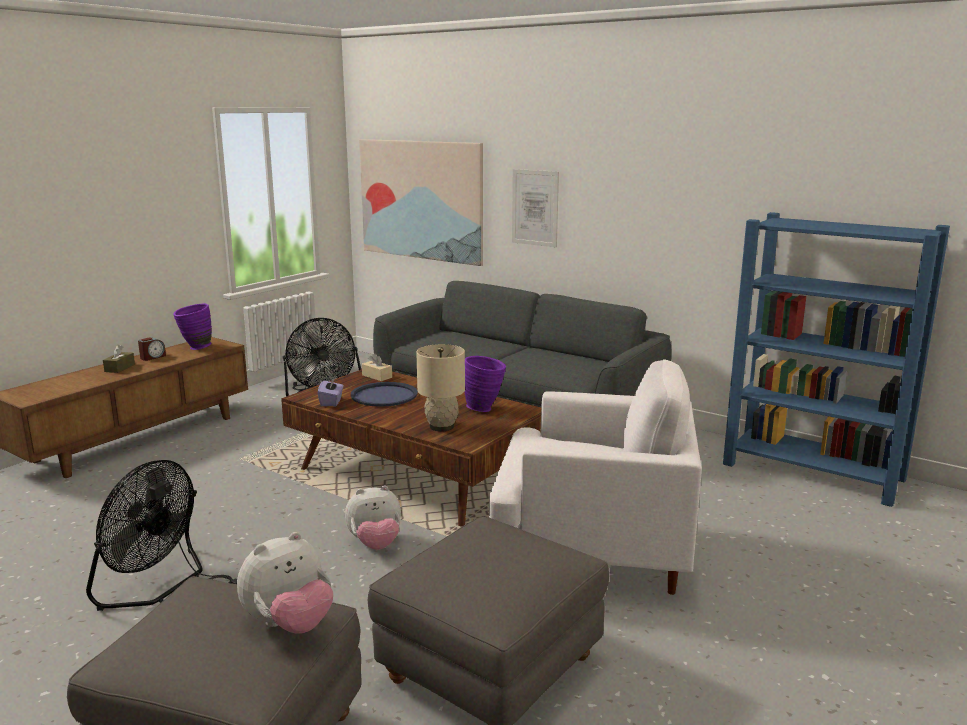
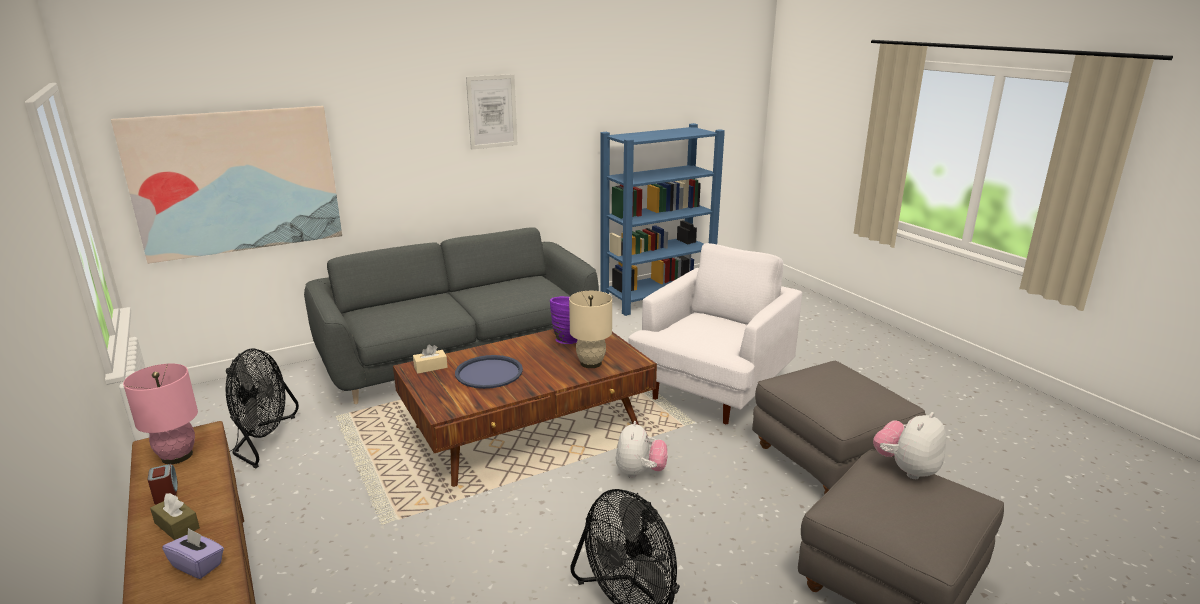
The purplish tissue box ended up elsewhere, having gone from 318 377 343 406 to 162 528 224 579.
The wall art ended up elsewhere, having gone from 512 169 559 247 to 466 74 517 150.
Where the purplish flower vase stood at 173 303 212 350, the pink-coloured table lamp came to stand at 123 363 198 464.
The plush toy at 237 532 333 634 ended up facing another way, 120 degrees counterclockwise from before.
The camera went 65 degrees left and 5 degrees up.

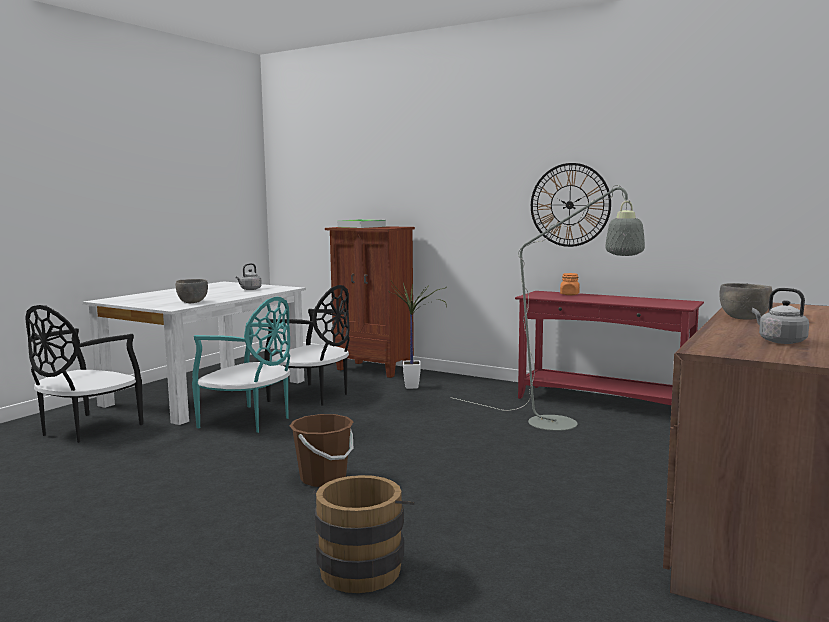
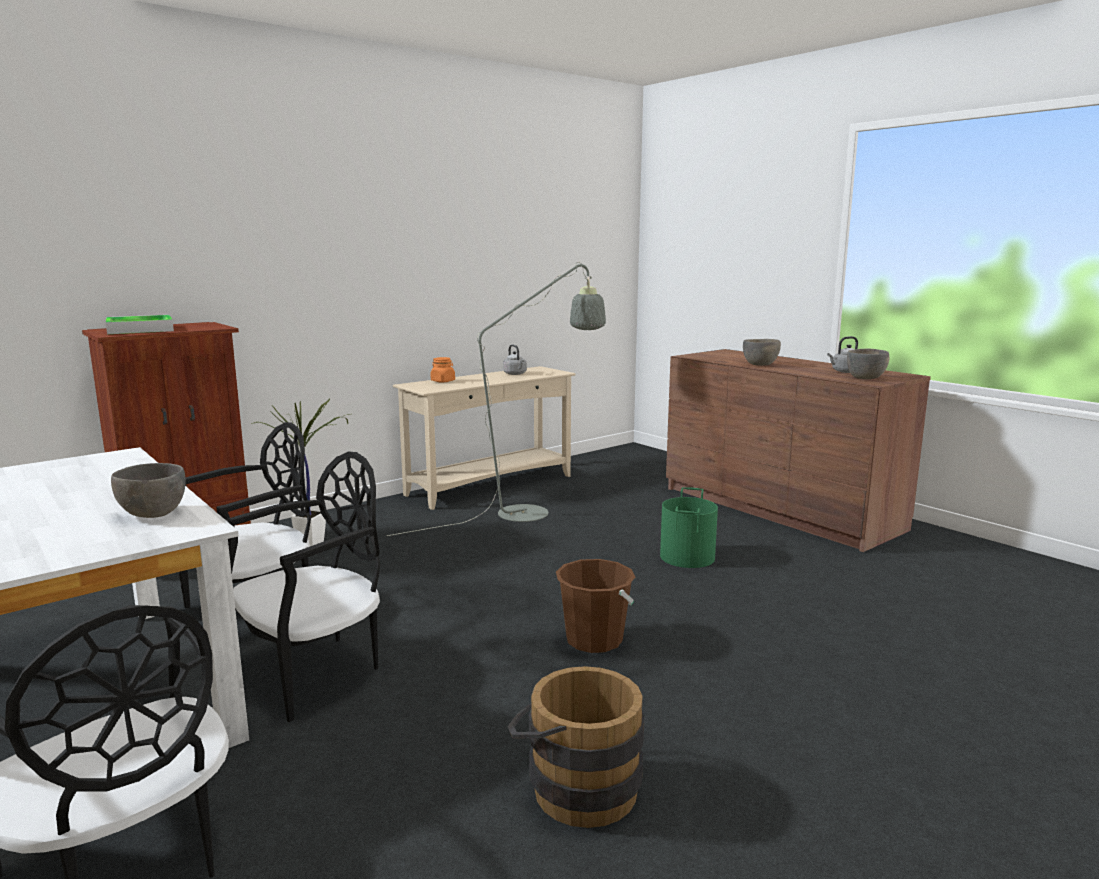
The second view lost the wall clock at 531 163 611 247.
The second view gained the greenish pail at 660 487 718 568.
The second view gained the grey deep dish at 847 349 889 379.
The grey kettle ended up elsewhere, having gone from 236 263 262 290 to 503 345 527 375.
The brown pail ended up elsewhere, having gone from 313 475 415 593 to 508 666 644 828.
What was the turquoise plain chair at 192 297 290 433 turned into the blackish plain chair at 225 451 381 722.
What was the red console table at 515 291 704 405 turned into the beige-coloured console table at 393 366 575 510.
The camera went 70 degrees left and 5 degrees up.

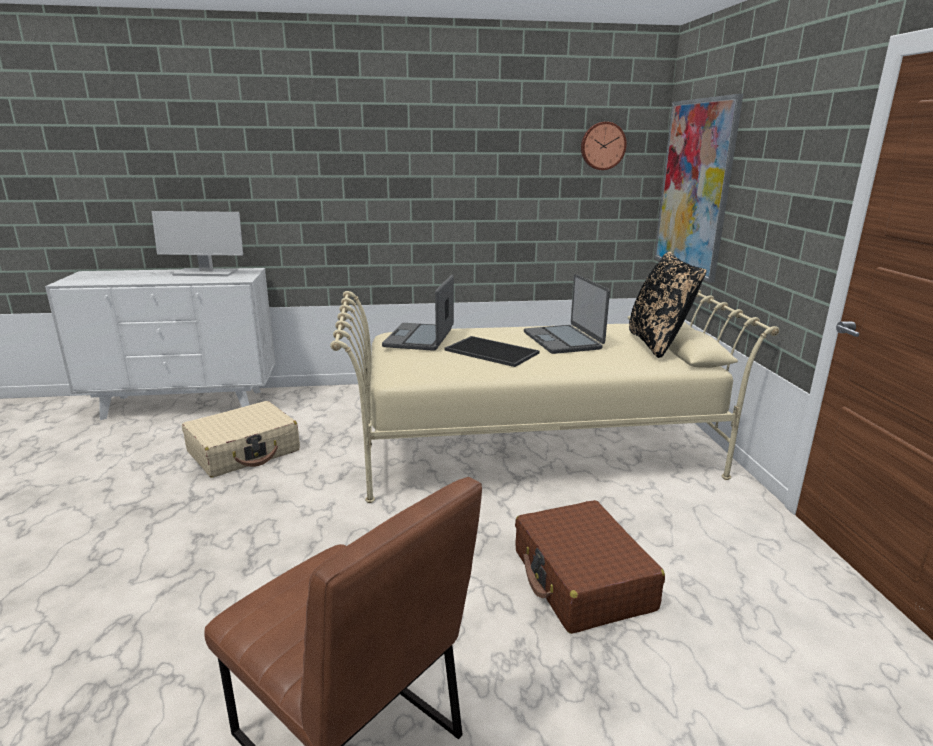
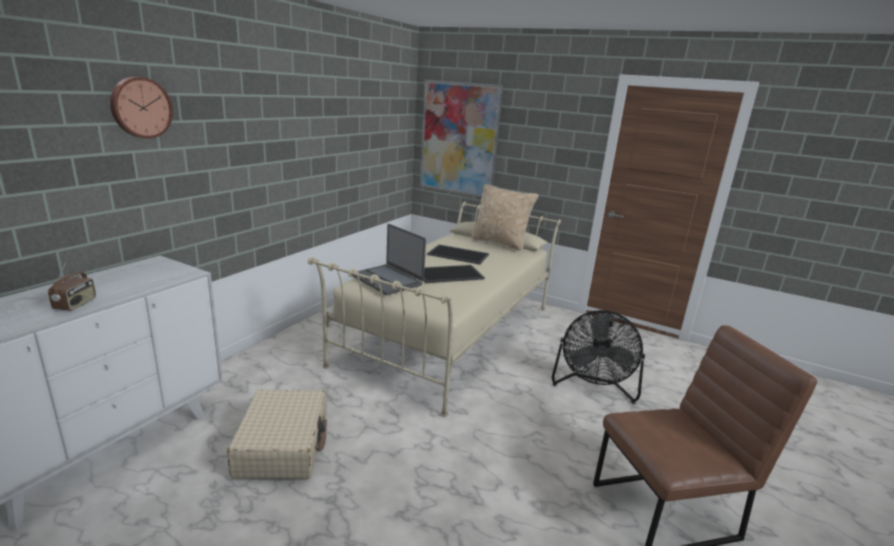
The second view lost the monitor at 151 211 243 276.
The second view gained the radio at 48 261 96 311.
The wall clock ended up elsewhere, having gone from 581 122 627 170 to 110 77 173 139.
Where the brown suitcase stood at 515 500 665 634, the blackish electric fan came to stand at 552 310 645 404.
Where the laptop stood at 524 274 610 354, the tray came to stand at 427 245 489 265.
What was the blackish cushion at 629 251 707 358 turned into the beige-coloured cushion at 471 184 539 251.
The camera went 55 degrees left and 0 degrees up.

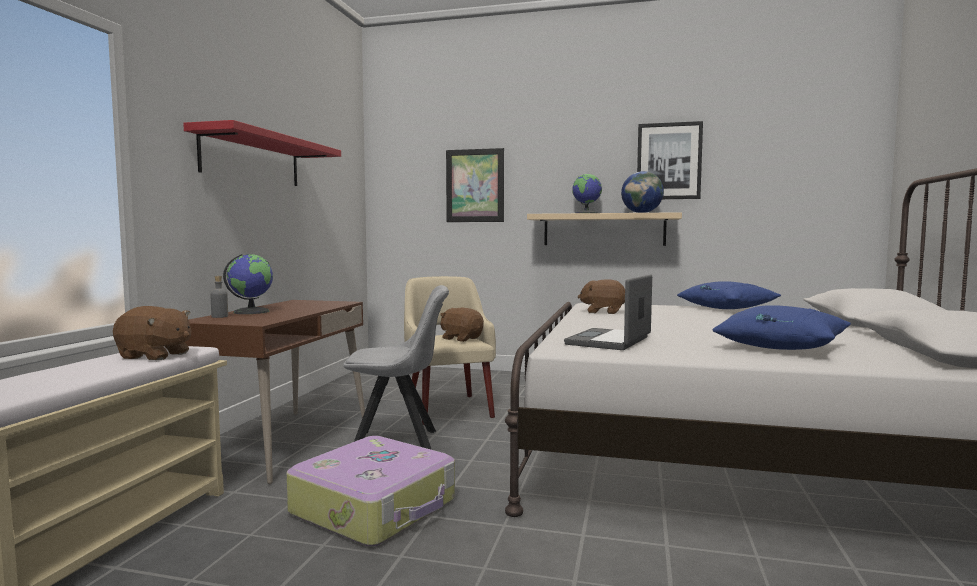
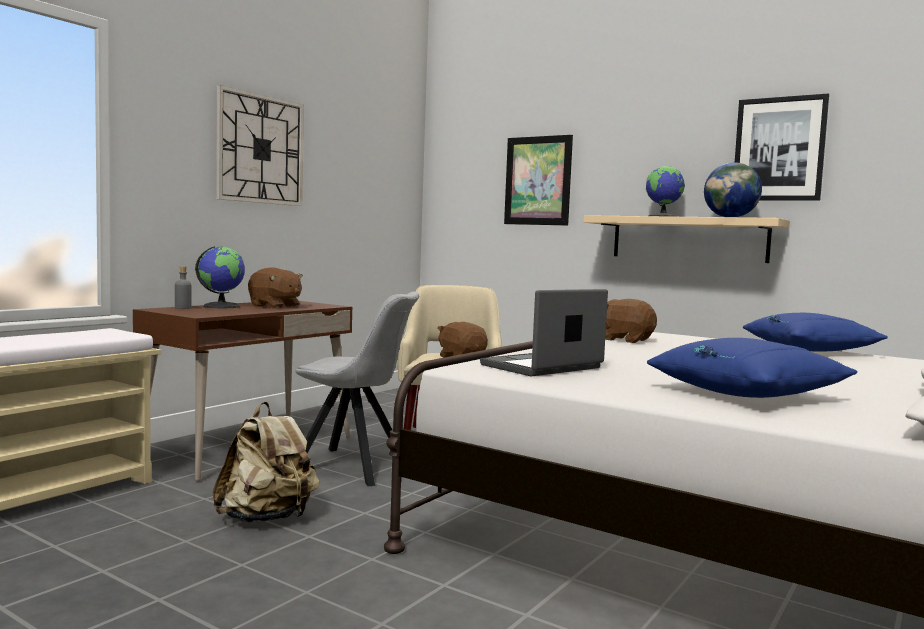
The brown plush toy ended up elsewhere, having gone from 113 306 191 360 to 248 267 303 309.
Where the red wall shelf hung at 183 120 341 186, the wall clock came to hang at 216 85 304 206.
Where the suitcase stood at 286 436 455 546, the beige-coloured backpack came to stand at 212 402 319 523.
The camera went 20 degrees right and 0 degrees up.

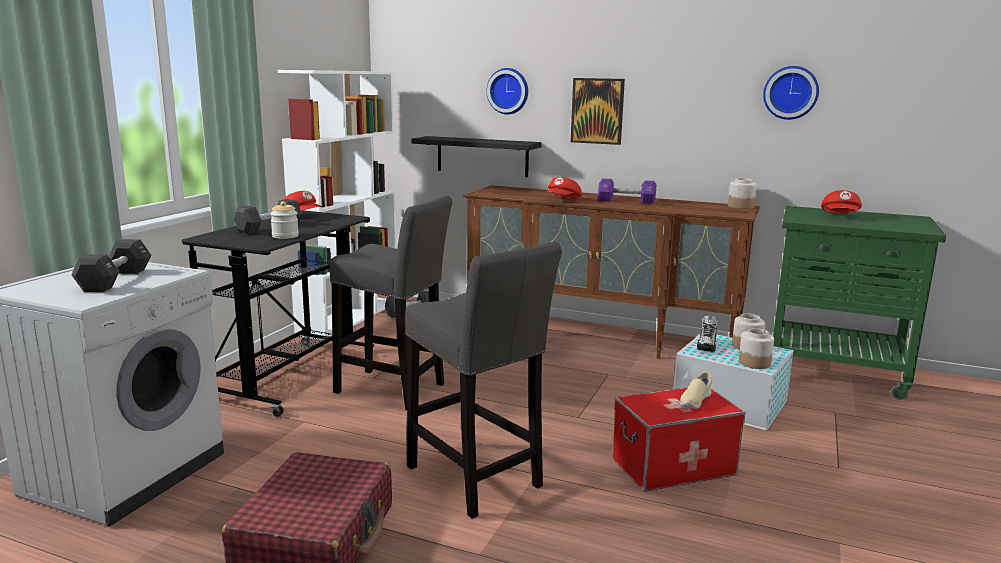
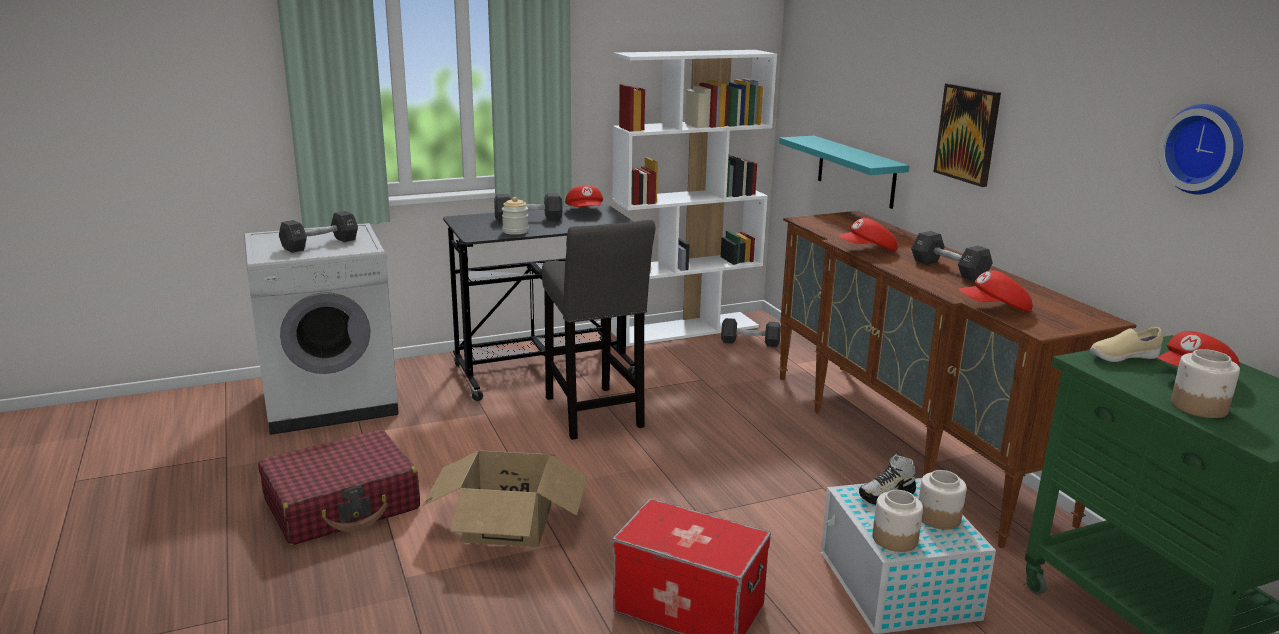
The second view lost the wall clock at 486 68 528 114.
The second view gained the red peaked cap at 959 270 1032 312.
The beige-coloured item of footwear ended up elsewhere, having gone from 680 372 712 409 to 1090 327 1163 362.
The preserve jar ended up elsewhere, having gone from 728 178 757 209 to 1171 349 1240 418.
Where the grey sitting stool stood at 405 242 562 519, the packing box came to stand at 423 450 587 547.
What was the blackish wall shelf at 412 136 542 177 turned into the turquoise wall shelf at 779 136 909 209.
What was the purplish dumbbell at 598 179 656 204 turned into the blackish dumbbell at 911 231 993 281.
The camera went 45 degrees right and 5 degrees up.

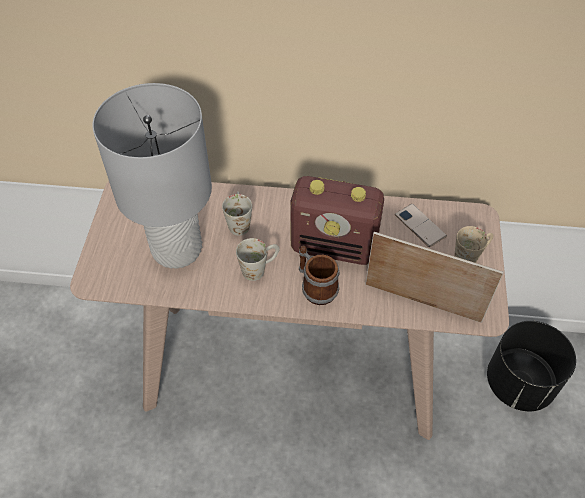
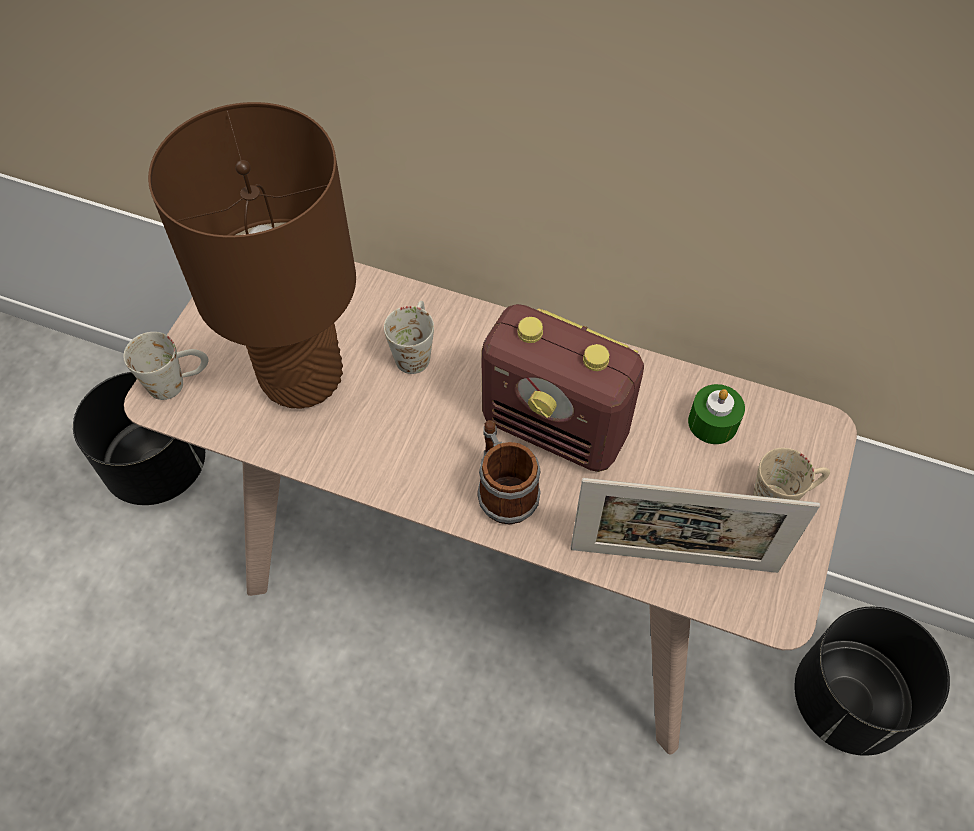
The second view gained the blackish planter at 73 372 205 505.
The whitish mug ended up elsewhere, having gone from 236 238 280 281 to 124 332 209 400.
Where the phone stood at 395 204 447 247, the greenish candle came to stand at 688 384 745 444.
What was the grey table lamp at 92 83 212 269 turned into the brown table lamp at 148 102 356 409.
The standing frame at 365 232 504 323 ended up facing another way, 150 degrees clockwise from before.
The camera went 15 degrees right and 5 degrees up.

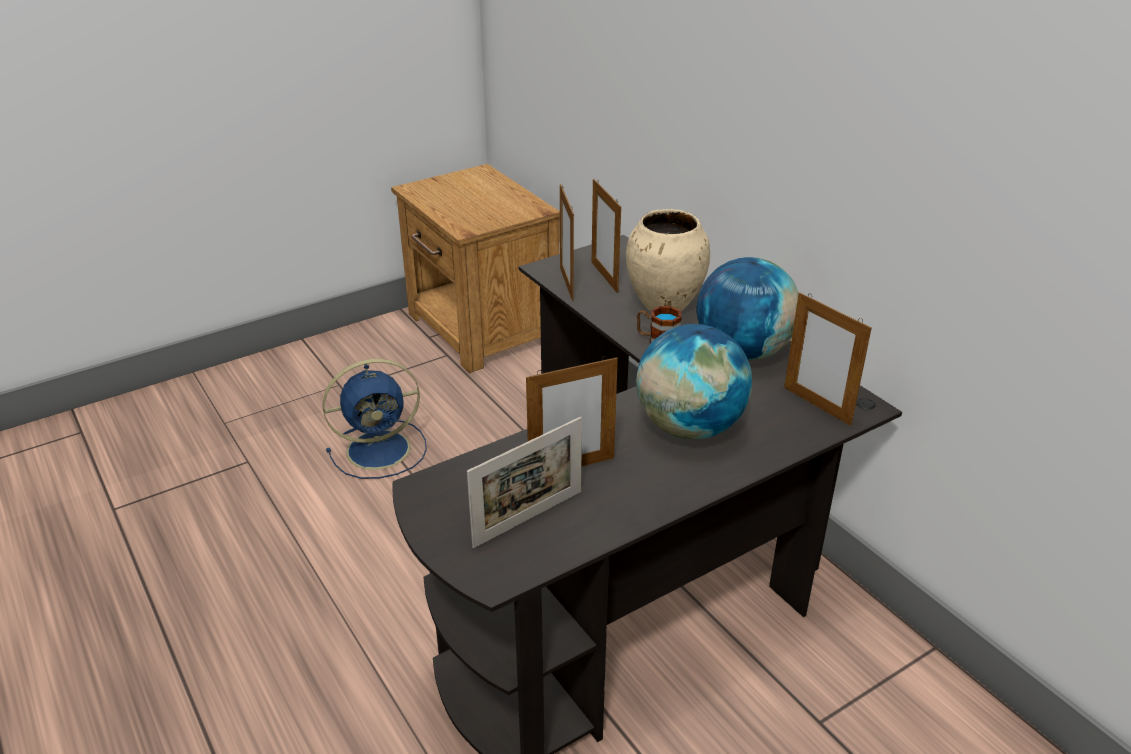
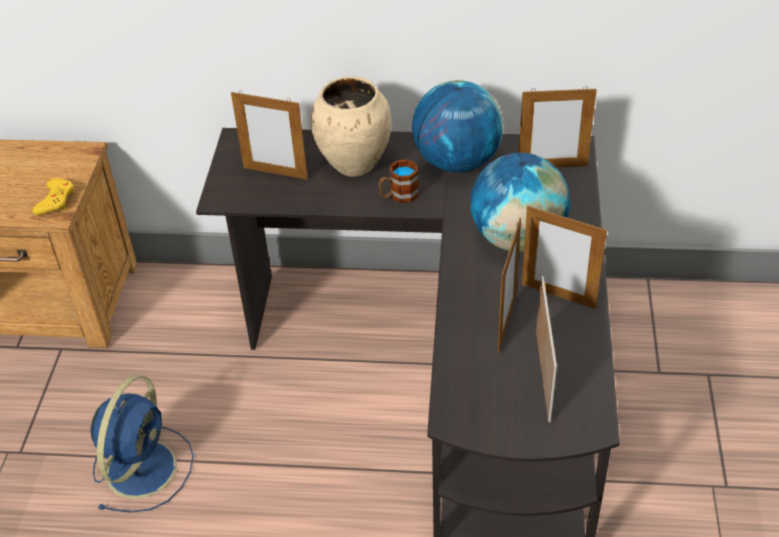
The second view gained the yellow gamepad at 32 178 74 215.
The standing frame ended up elsewhere, having gone from 560 184 574 301 to 522 206 607 309.
The camera went 50 degrees left and 10 degrees up.

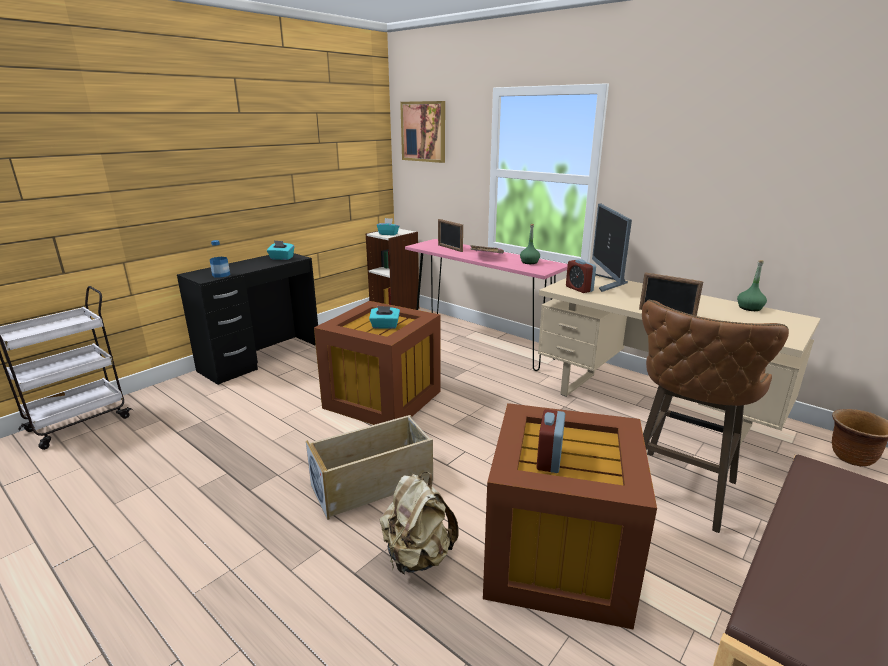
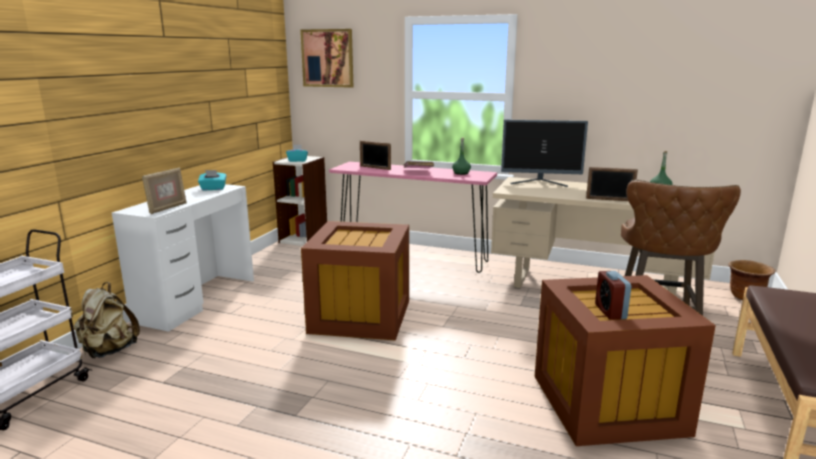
The second view lost the beige-coloured storage bin at 306 415 433 520.
The second view lost the turquoise tissue box at 369 306 400 329.
The second view lost the table clock at 566 259 596 293.
The beige-coloured backpack ended up elsewhere, having gone from 380 472 459 574 to 74 282 140 359.
Where the bottle stood at 210 240 230 278, the standing frame came to stand at 142 167 187 214.
What was the blackish desk at 177 253 318 385 turned into the whitish desk at 112 184 254 332.
The monitor at 592 204 632 292 ended up facing another way, 60 degrees counterclockwise from before.
The camera went 20 degrees left and 5 degrees down.

